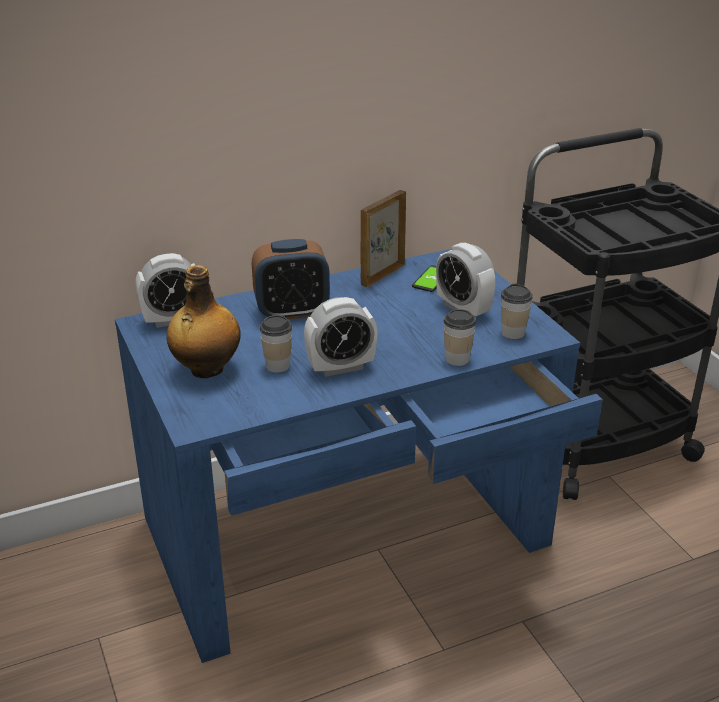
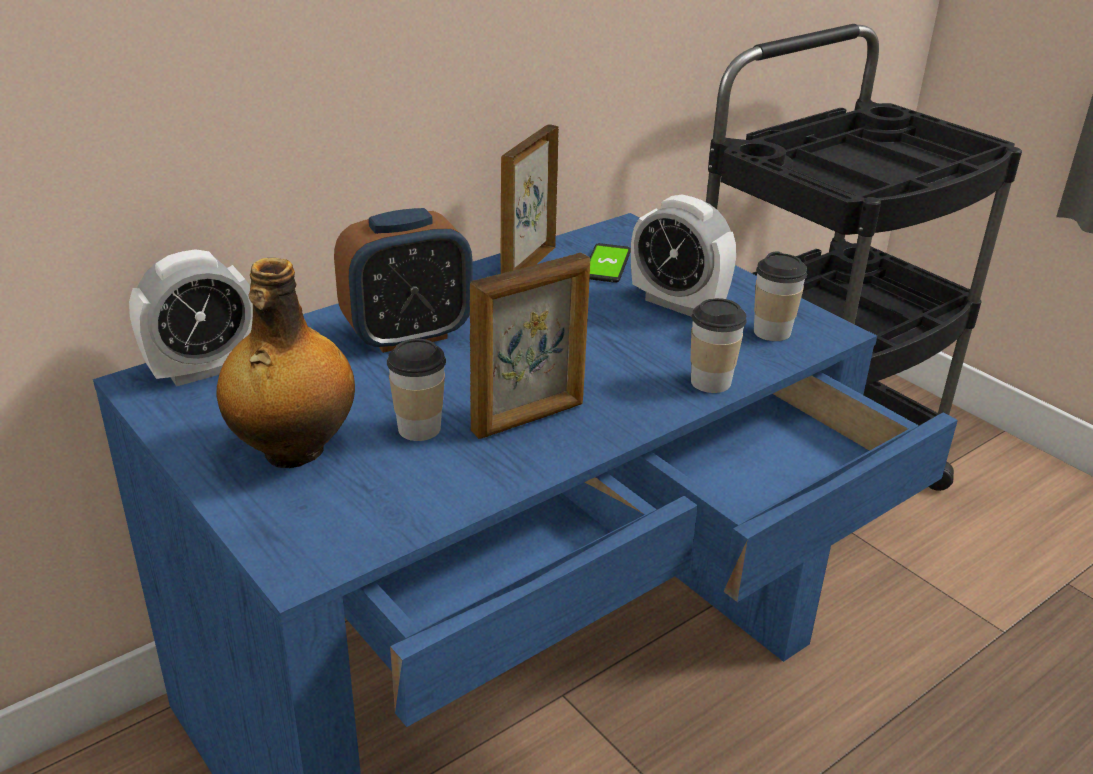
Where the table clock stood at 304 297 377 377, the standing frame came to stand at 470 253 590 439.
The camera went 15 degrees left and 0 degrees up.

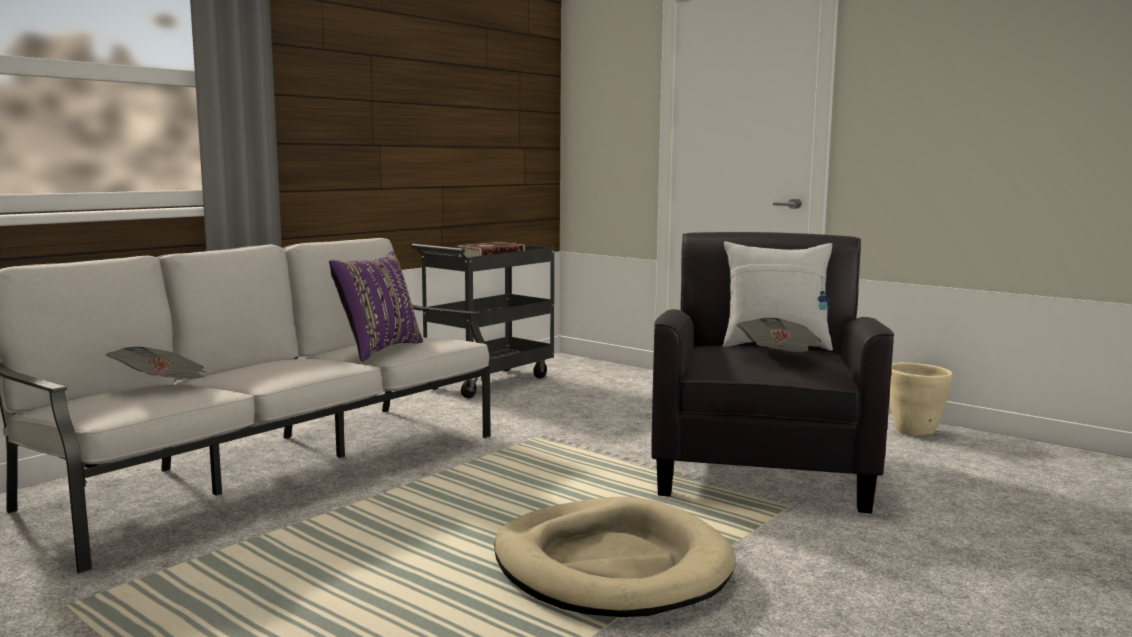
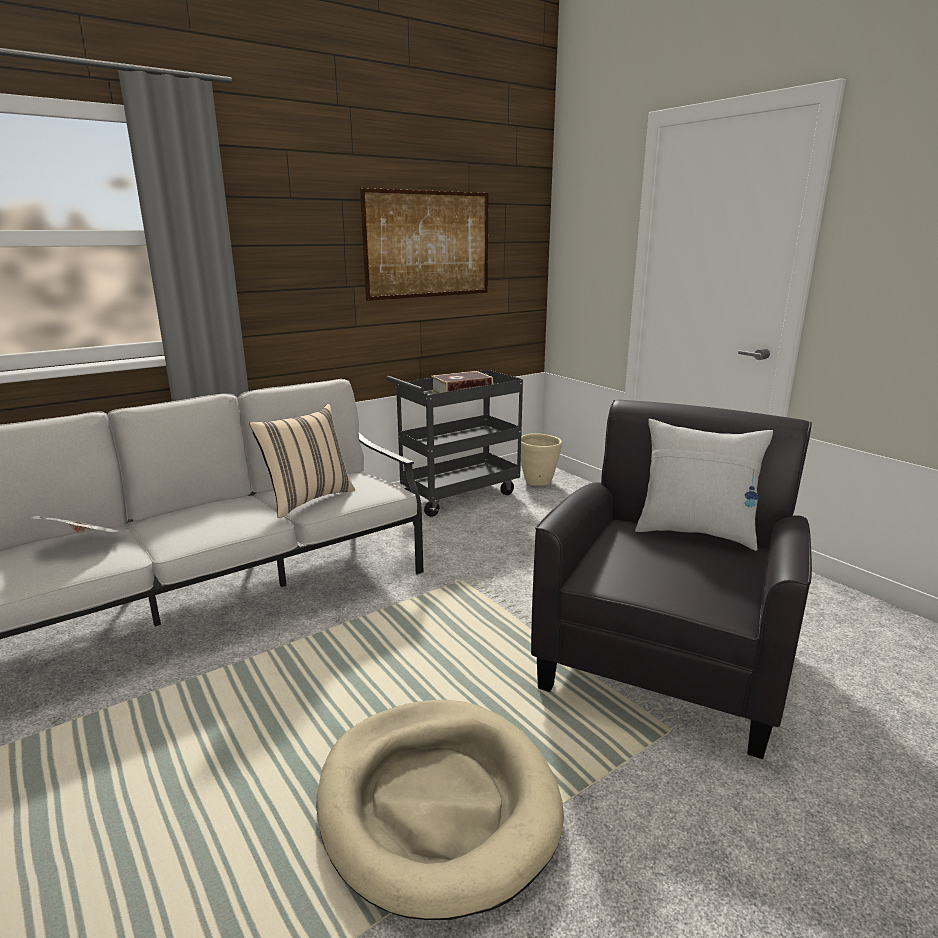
The second view lost the printed paper at 736 318 821 352.
The second view gained the wall art at 360 188 489 301.
The beige-coloured planter ended up elsewhere, having gone from 890 362 953 436 to 521 433 562 486.
What was the purplish cushion at 329 251 423 362 turned into the beige-coloured cushion at 249 404 355 518.
The camera went 15 degrees right and 10 degrees up.

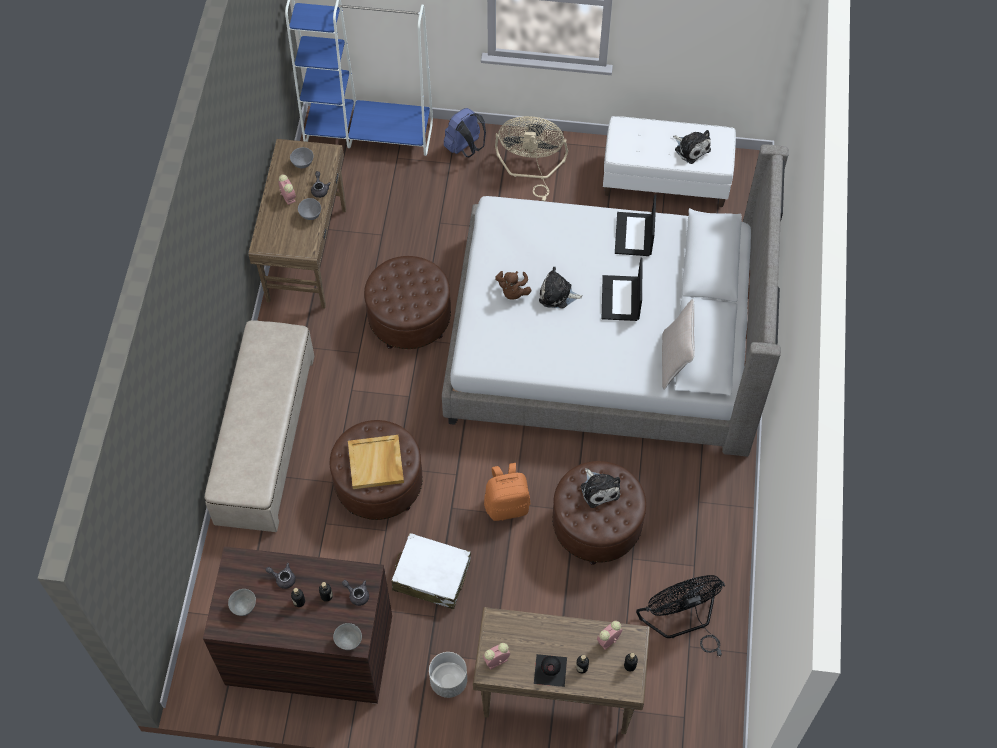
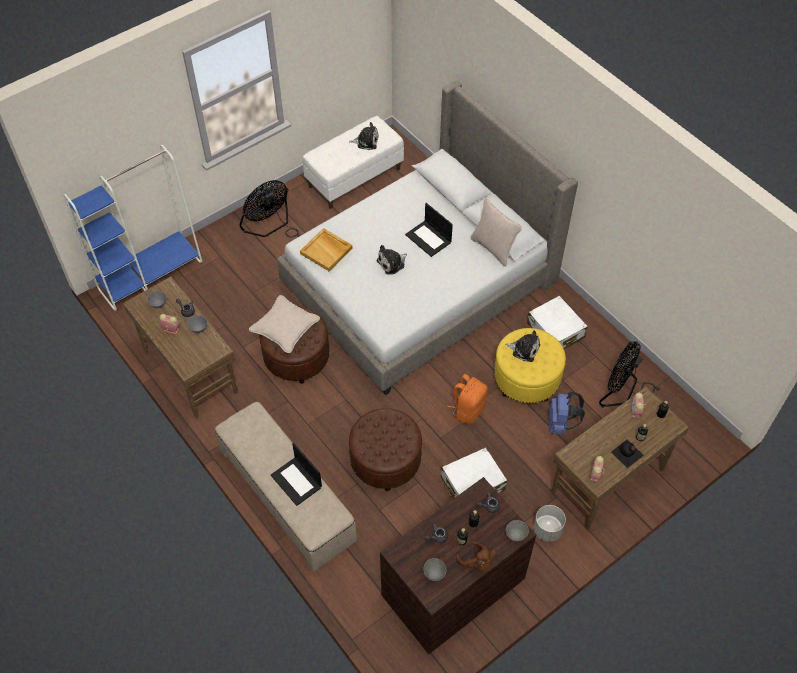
The second view gained the beige-coloured cushion at 249 295 320 353.
The second view gained the whitish suitcase at 527 296 588 349.
The beige-coloured tray ended up elsewhere, having gone from 348 435 404 489 to 300 228 352 271.
The bluish backpack ended up elsewhere, having gone from 444 108 486 157 to 548 391 585 434.
The brown plush toy ended up elsewhere, having gone from 495 271 532 300 to 456 541 497 572.
The laptop ended up elsewhere, having gone from 615 194 656 256 to 271 443 322 506.
What was the beige-coloured electric fan at 495 116 568 201 turned into the blackish electric fan at 239 180 301 238.
What was the brown footrest at 552 461 646 565 turned into the yellow footrest at 494 328 566 403.
The camera went 45 degrees left and 5 degrees down.

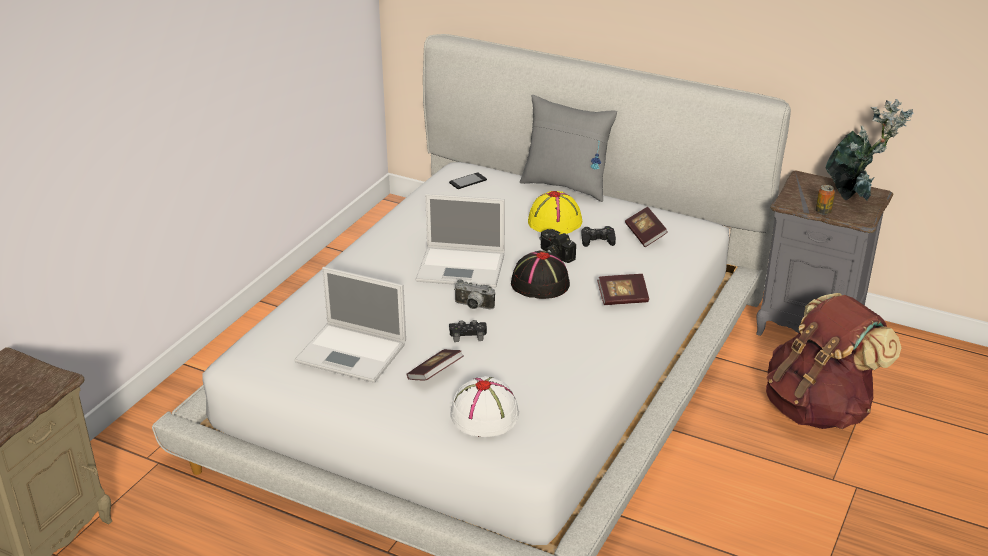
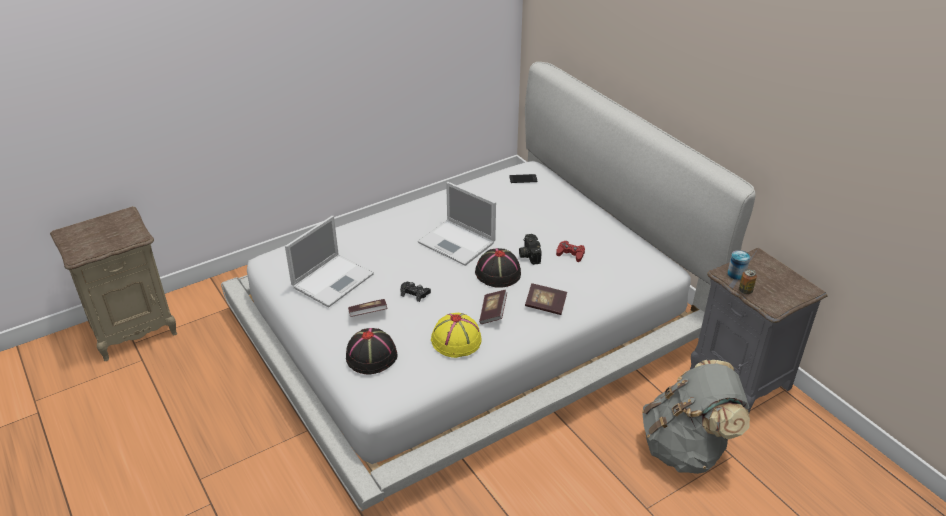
The second view lost the photo camera at 454 280 495 309.
The second view lost the grey cushion at 520 95 617 202.
The second view lost the potted plant at 825 99 913 201.
The second view gained the sealed can at 727 250 750 280.
The yellow clothing hat ended up elsewhere, having gone from 528 191 582 235 to 431 312 481 358.
The book ended up elsewhere, having gone from 625 207 668 247 to 479 290 507 324.
What was the whitish clothing hat at 450 376 519 437 turned into the blackish clothing hat at 346 328 398 375.
What was the blackish gamepad at 581 226 616 247 turned into the red gamepad at 556 241 585 262.
What was the brown backpack at 766 293 901 429 turned into the grey backpack at 642 360 750 474.
The laptop at 294 267 406 383 ended up facing another way, 105 degrees counterclockwise from before.
The camera went 30 degrees right and 5 degrees up.

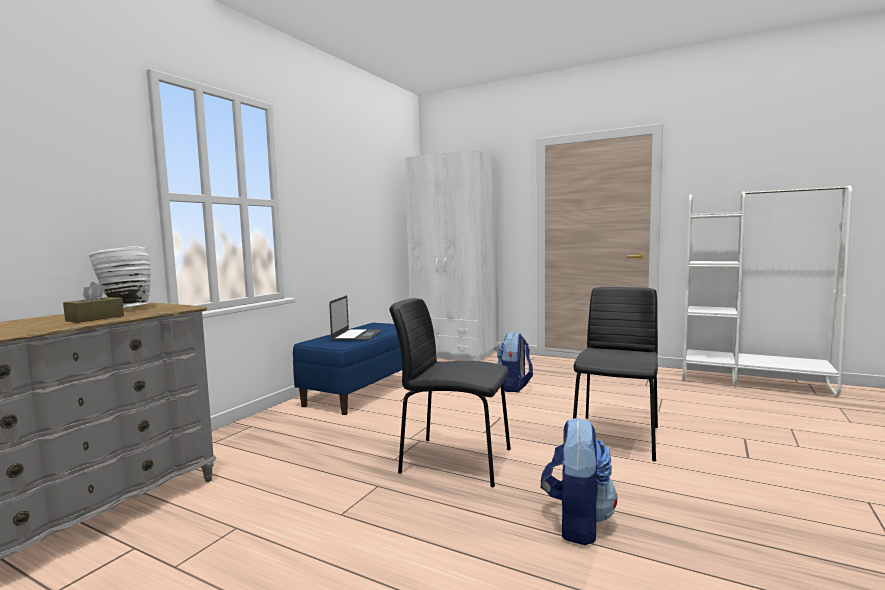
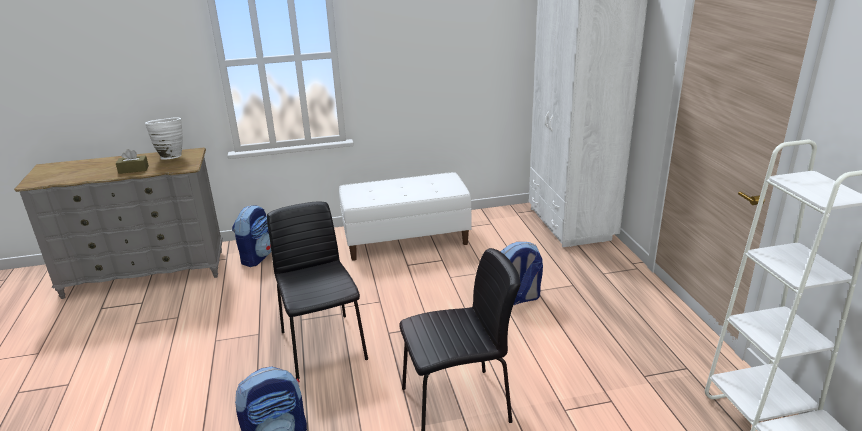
The second view lost the laptop at 329 296 382 340.
The second view gained the backpack at 232 205 271 267.
What was the bluish indoor bench at 293 323 402 415 turned into the whitish indoor bench at 339 172 472 261.
The camera went 50 degrees right and 20 degrees up.

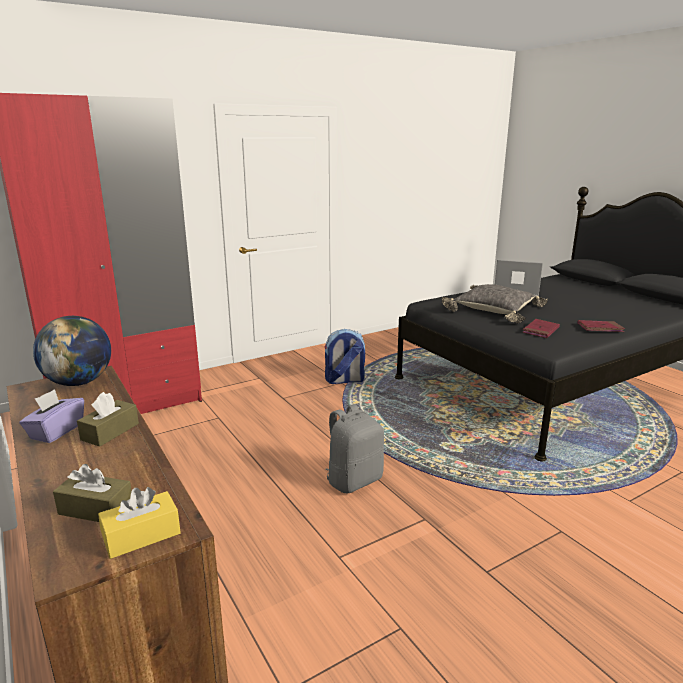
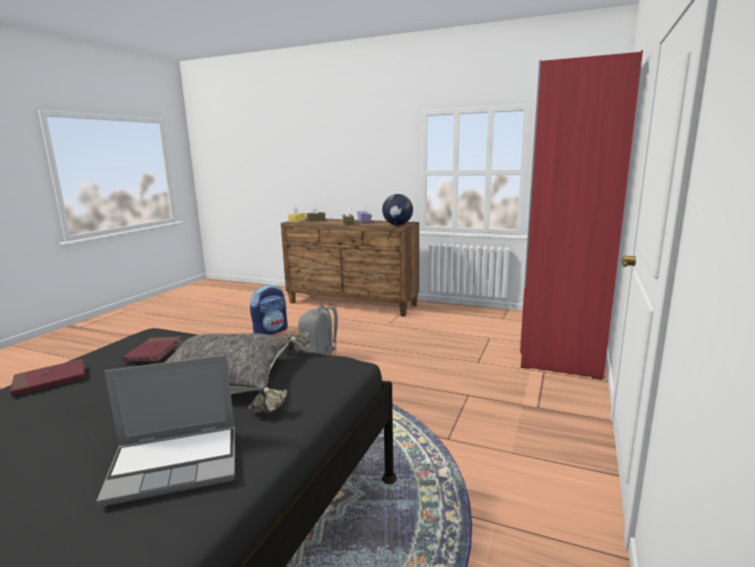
The backpack ended up elsewhere, having gone from 324 329 365 384 to 250 284 287 335.
The camera went 145 degrees right and 5 degrees down.

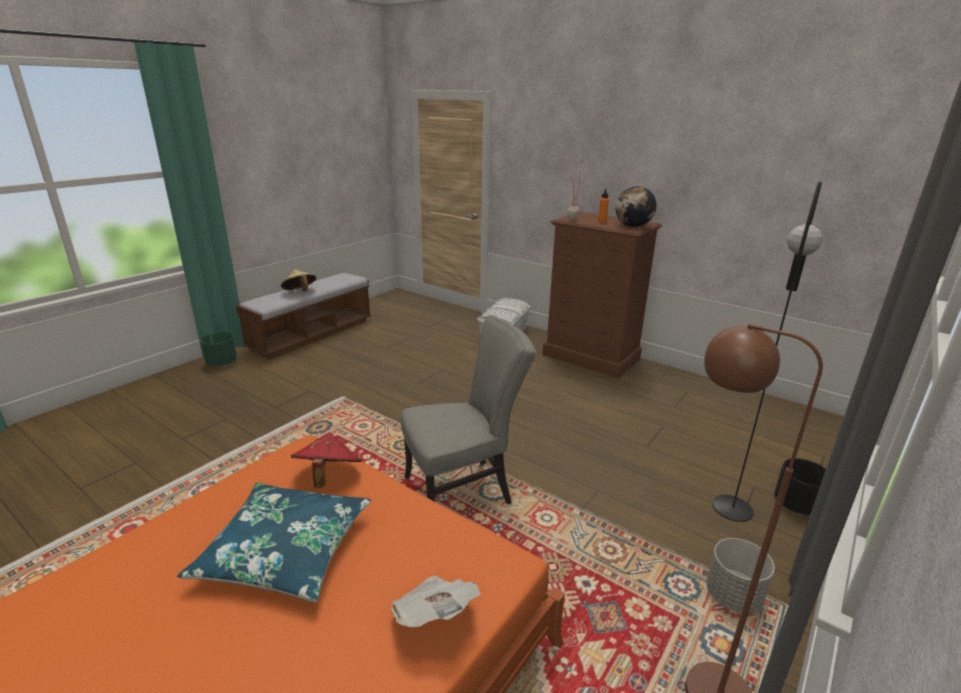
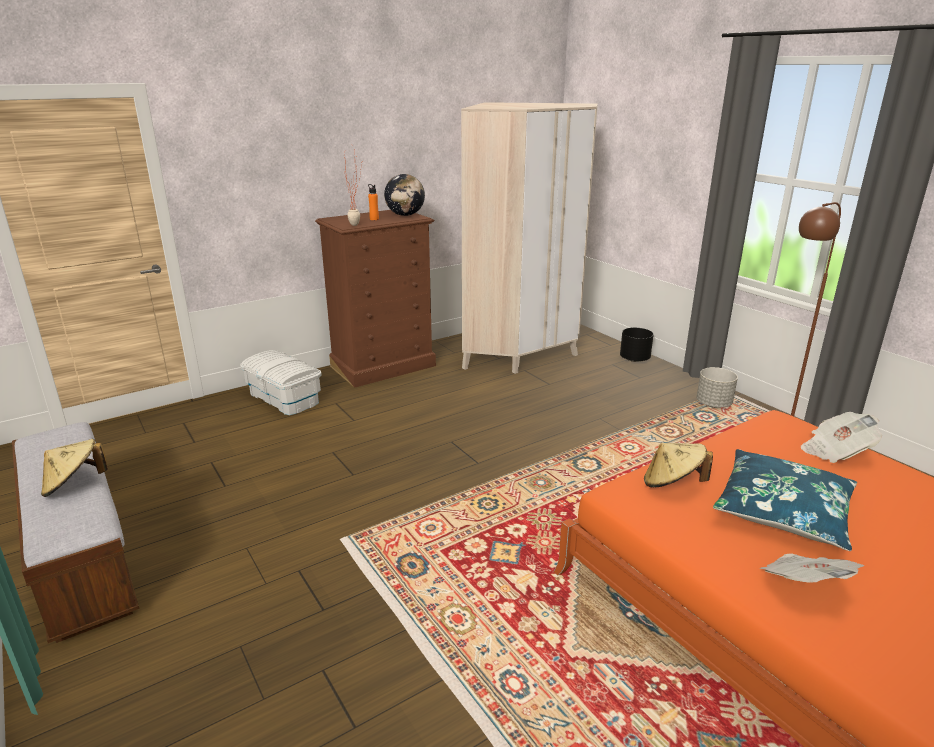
The second view lost the greenish planter at 200 332 237 366.
The second view lost the grey plain chair at 401 315 537 504.
The second view lost the blackish floor lamp at 713 182 823 522.
The second view gained the beige-coloured armoire at 461 102 598 374.
The second view gained the printed paper at 760 553 864 583.
What was the red clothing hat at 291 432 362 488 turned into the beige-coloured clothing hat at 644 443 713 487.
The camera went 70 degrees left and 0 degrees up.

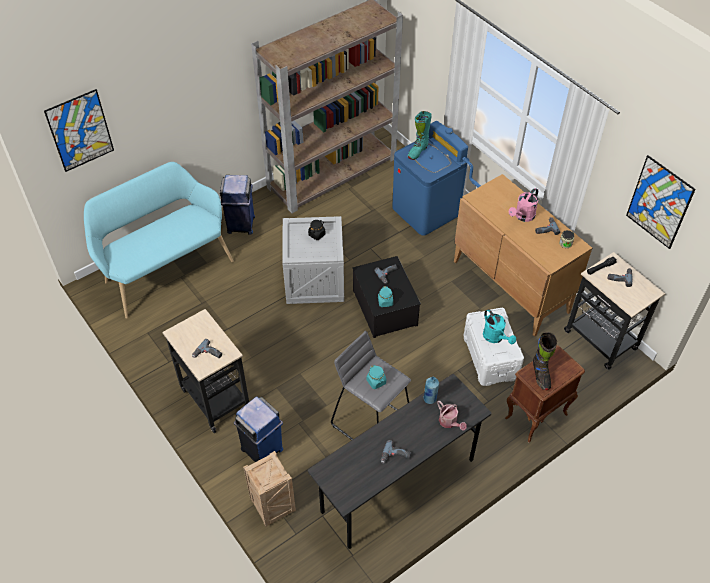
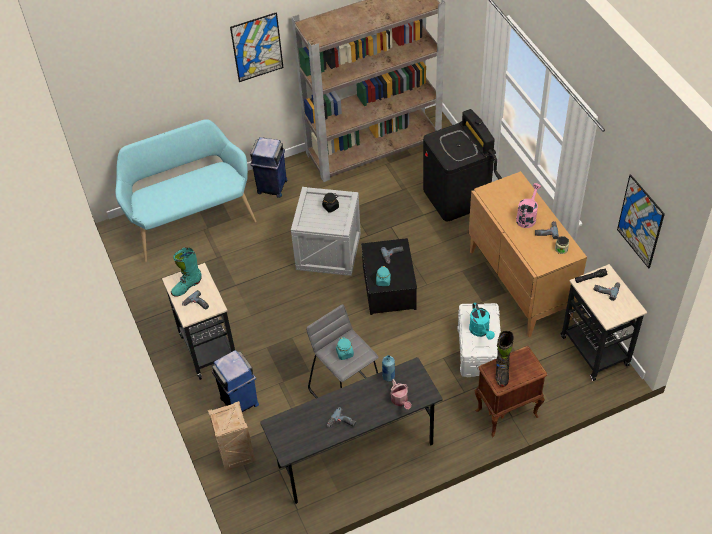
The wall art ended up elsewhere, having gone from 44 89 114 172 to 230 12 284 82.
The turquoise boot ended up elsewhere, having gone from 408 111 432 160 to 171 247 201 297.
What was the bluish laundry appliance at 392 121 481 236 turned into the blackish laundry appliance at 423 109 502 222.
The pink-coloured watering pot at 509 188 538 222 ended up facing another way, 150 degrees clockwise from before.
The camera went 15 degrees right and 0 degrees up.

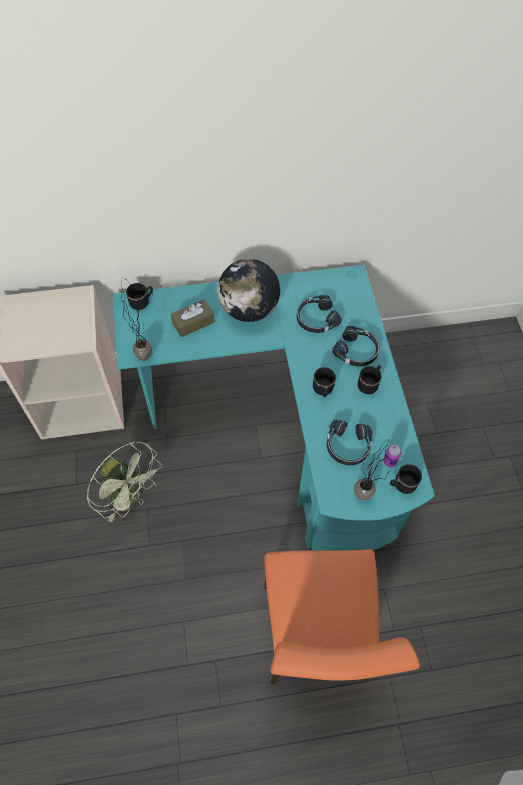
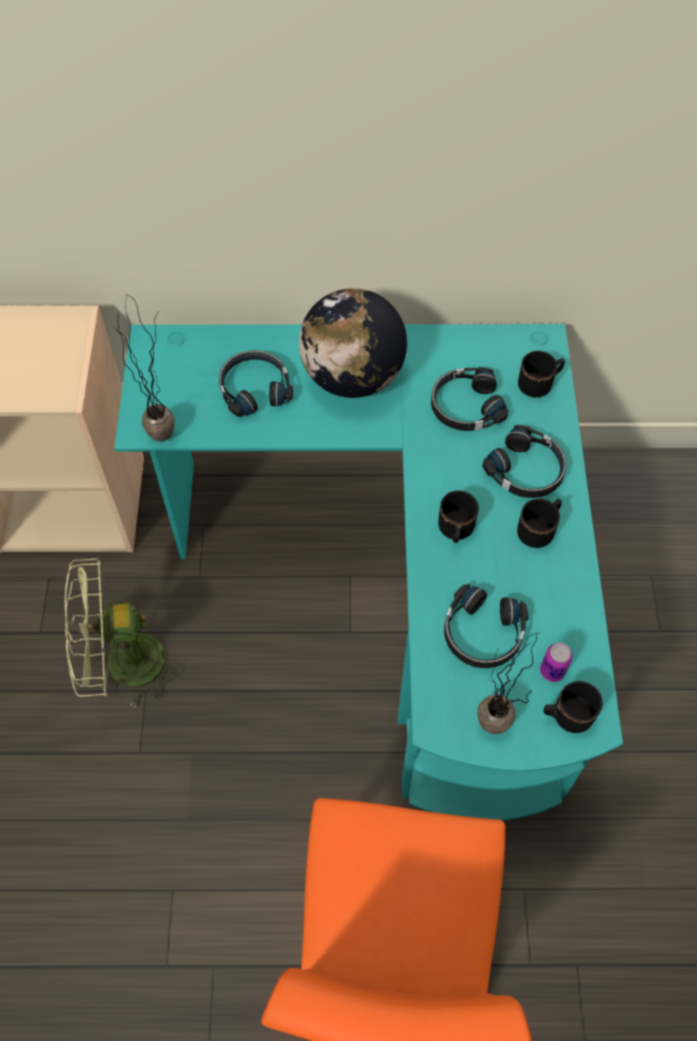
The blackish mug ended up elsewhere, having gone from 126 283 153 310 to 518 351 565 397.
Where the brown tissue box stood at 171 299 214 337, the blackish pair of headphones came to stand at 219 350 293 417.
The greenish electric fan at 87 441 162 522 ended up facing another way, 120 degrees clockwise from before.
The camera went 10 degrees right and 0 degrees up.

